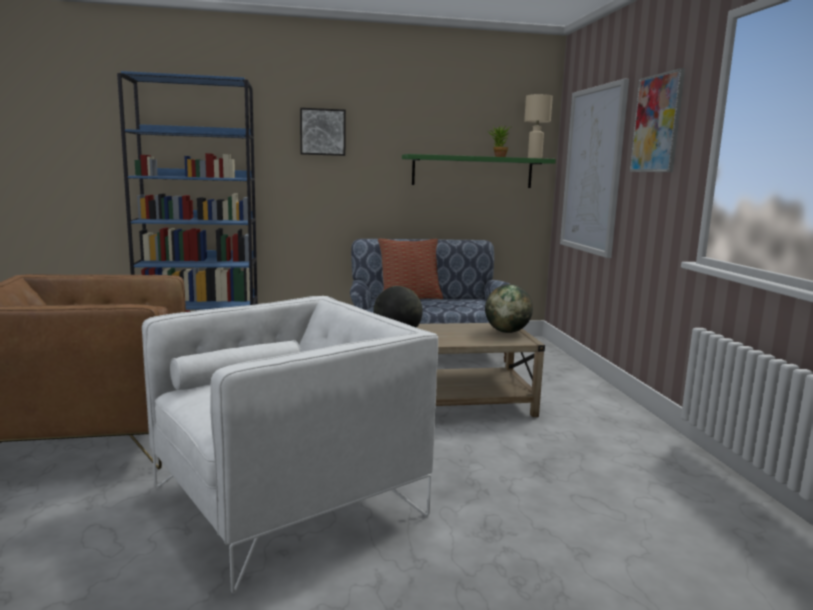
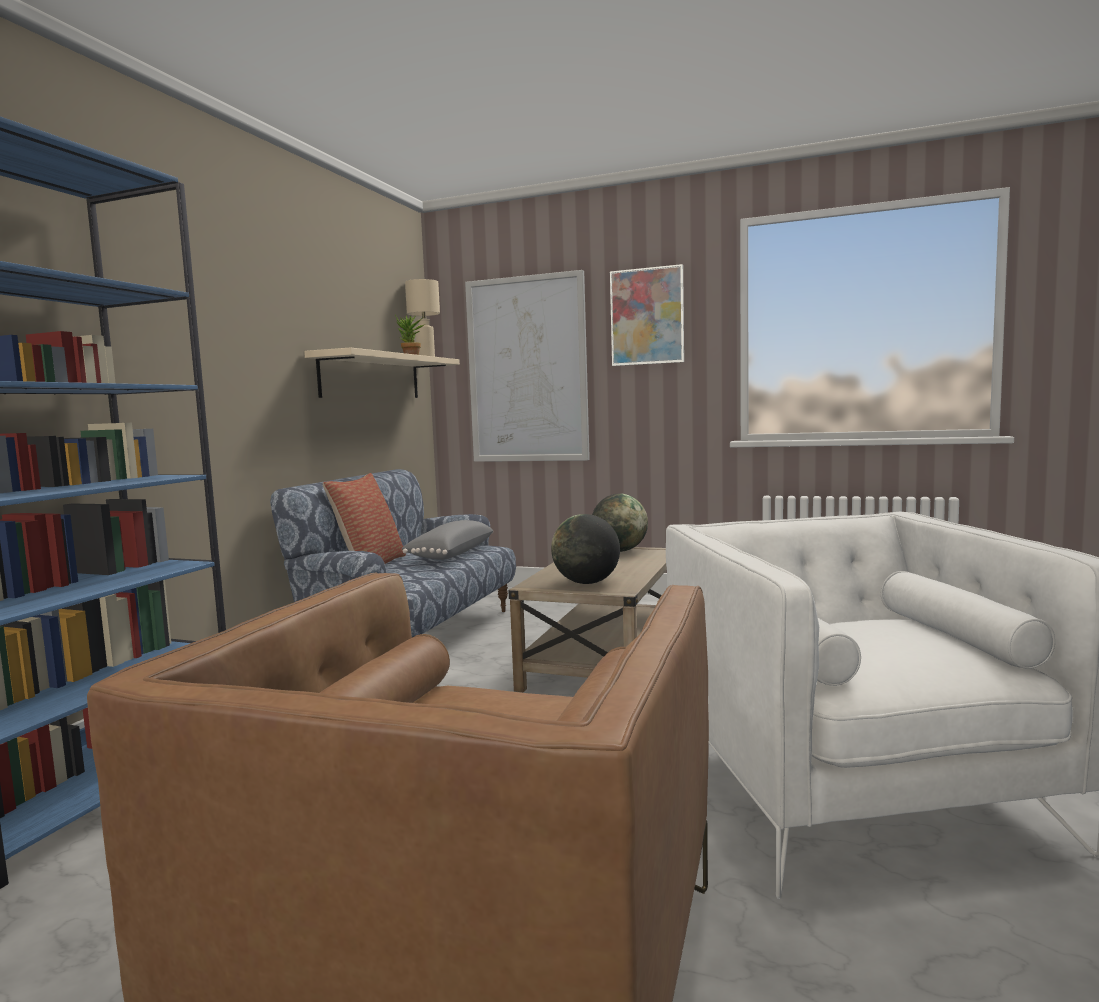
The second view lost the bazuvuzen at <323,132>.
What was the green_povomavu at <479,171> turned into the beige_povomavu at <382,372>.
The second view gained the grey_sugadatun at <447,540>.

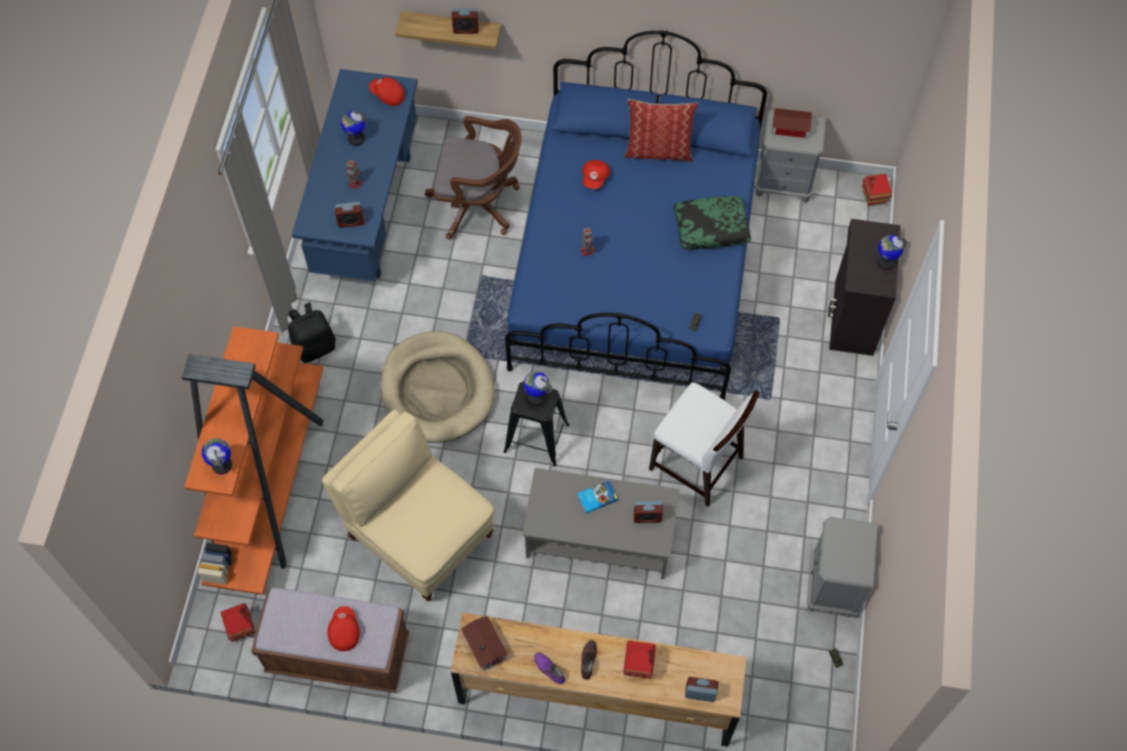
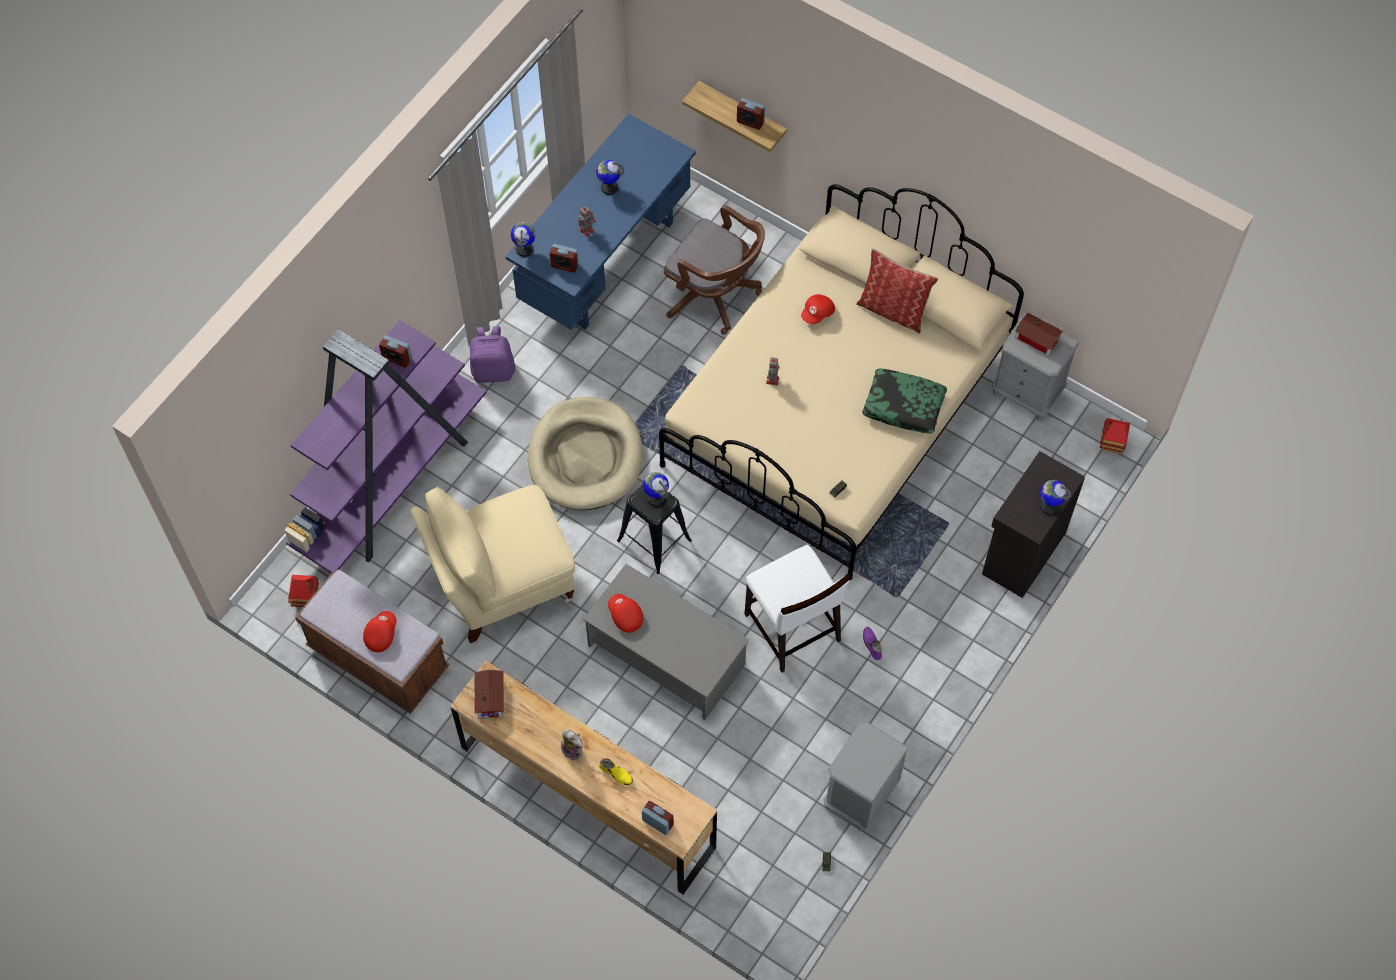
What was the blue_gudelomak at <636,215> turned into the beige_gudelomak at <841,382>.
The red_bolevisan ended up elsewhere, having gone from <387,91> to <625,613>.
What was the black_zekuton at <312,332> turned into the purple_zekuton at <492,354>.
What was the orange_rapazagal at <253,460> turned into the purple_rapazagal at <385,446>.
The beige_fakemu at <408,506> ended up facing another way, 90 degrees counterclockwise from before.
The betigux ended up elsewhere, having gone from <217,456> to <523,239>.
The second view lost the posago at <597,497>.
The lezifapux ended up elsewhere, having gone from <648,512> to <395,351>.
Where the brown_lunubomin stood at <588,660>, the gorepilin came to stand at <572,745>.
Where the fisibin stood at <639,659>, the yellow_lunubomin came to stand at <616,771>.
The purple_lunubomin ended up elsewhere, having gone from <550,668> to <872,643>.

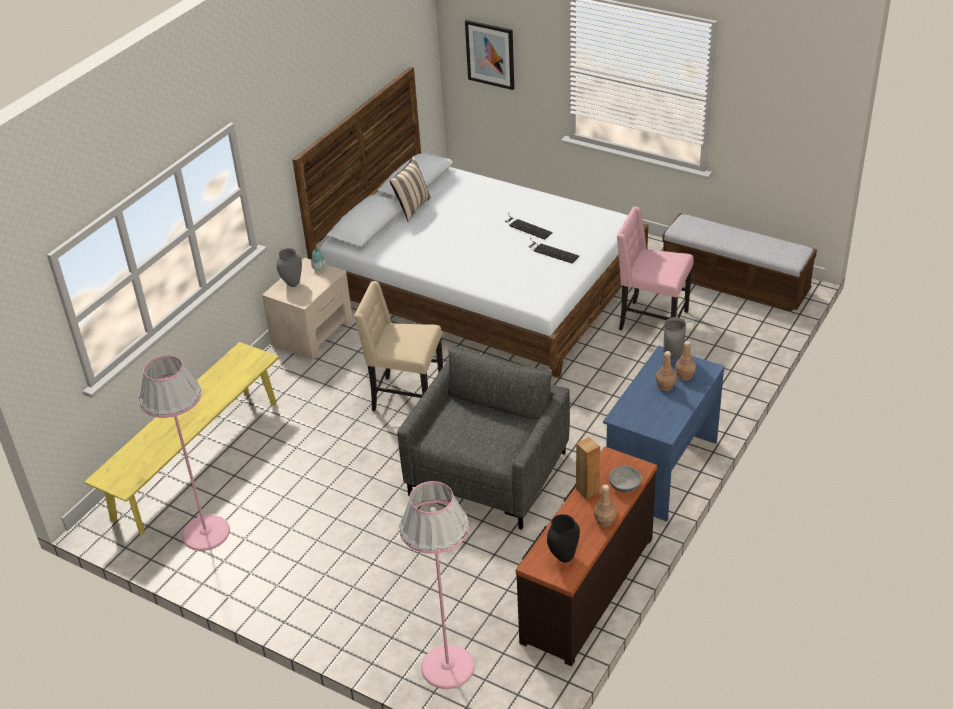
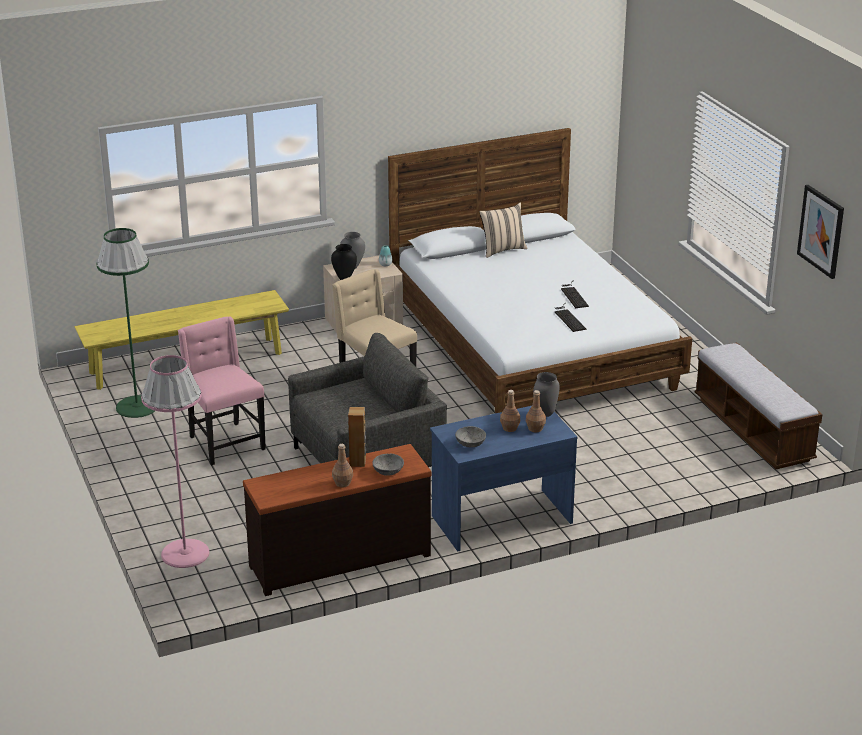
The bazuvuzen ended up elsewhere, having gone from <489,55> to <820,232>.
The pink_fakemu ended up elsewhere, having gone from <655,268> to <222,391>.
What was the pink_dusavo at <184,453> turned into the green_dusavo at <125,323>.
The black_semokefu ended up elsewhere, having gone from <563,538> to <344,262>.
The second view gained the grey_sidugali at <470,436>.

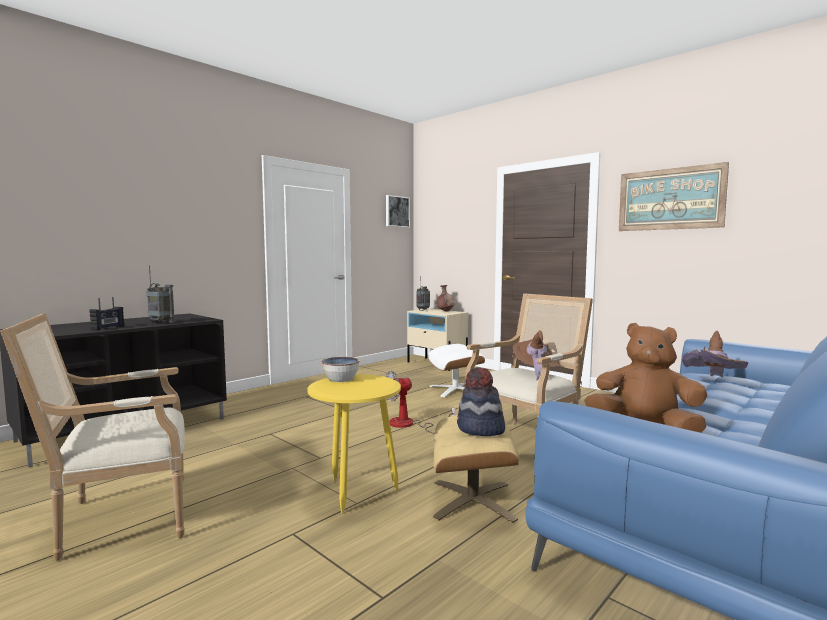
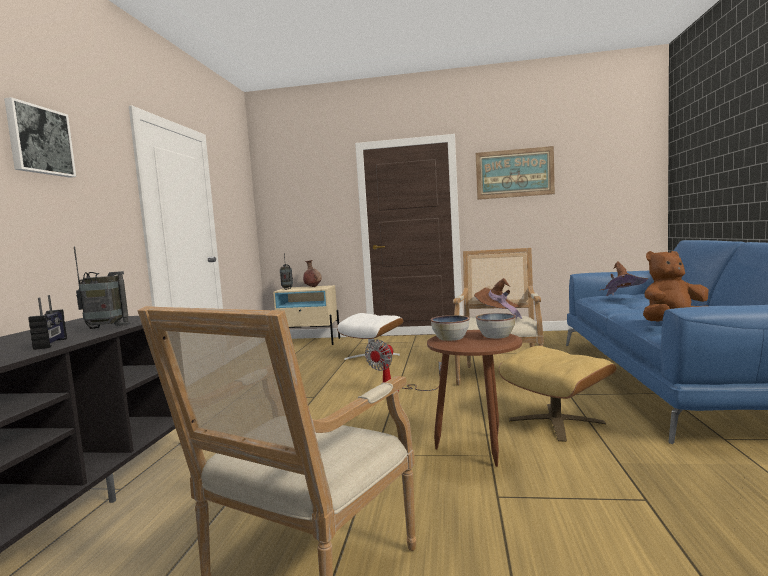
The bazuvuzen ended up elsewhere, having gone from <398,211> to <40,137>.
The second view lost the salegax at <481,401>.
What was the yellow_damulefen at <354,443> turned into the brown_damulefen at <474,398>.
The second view gained the sidugali at <496,325>.

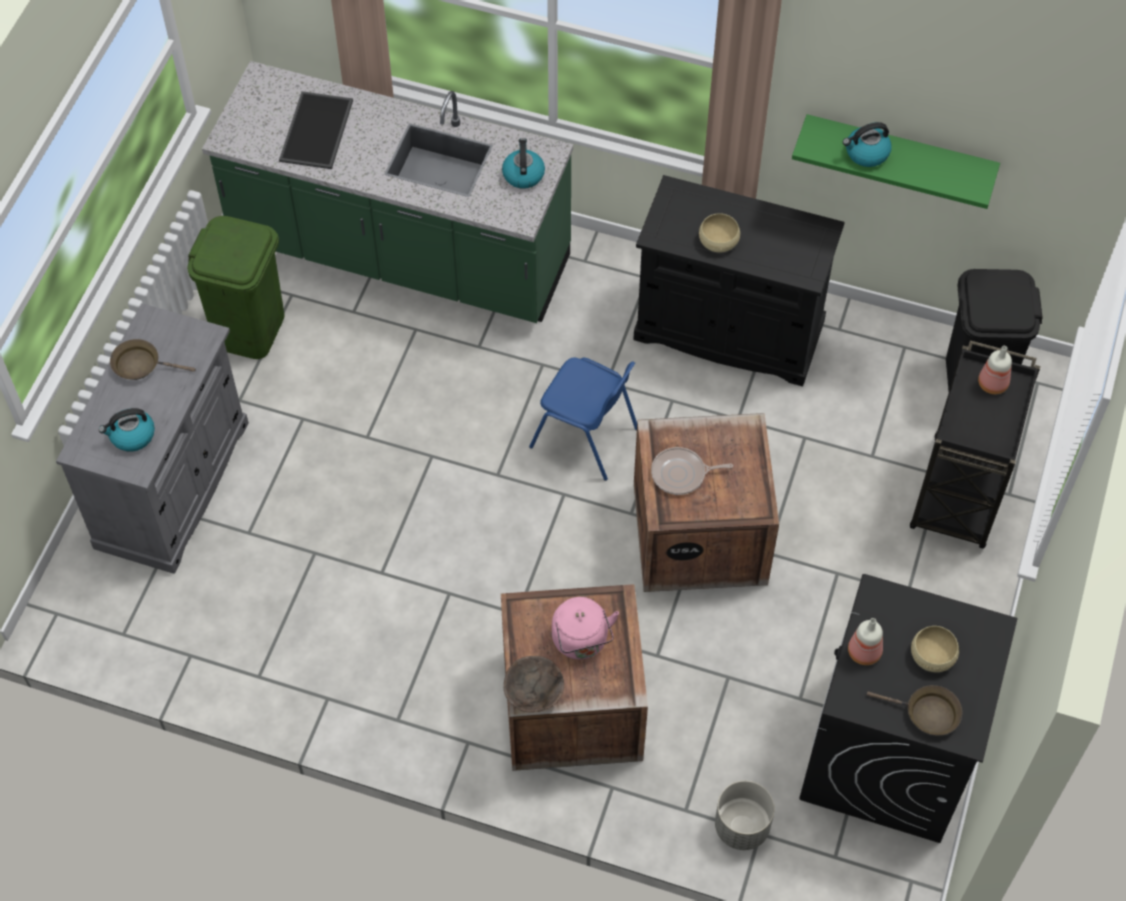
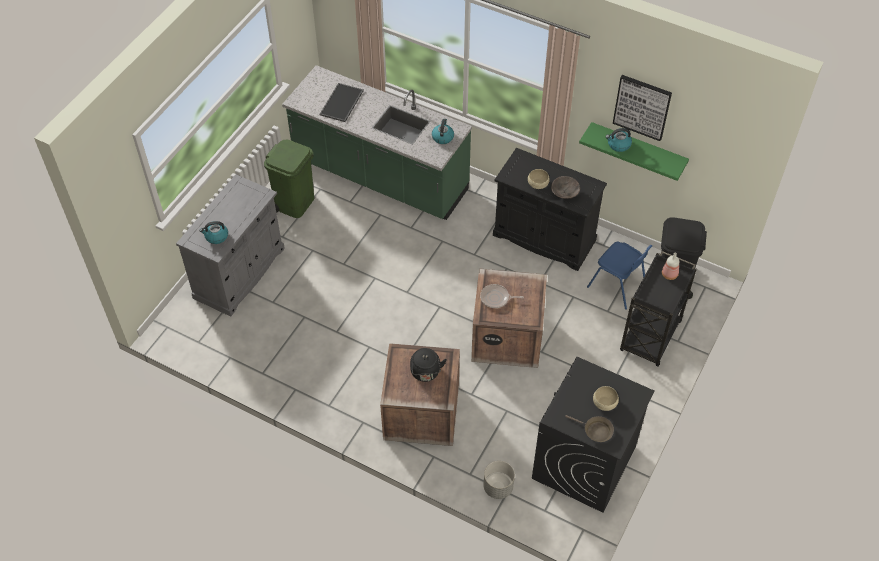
The second view lost the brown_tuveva at <153,359>.
The blue_fakemu ended up elsewhere, having gone from <583,419> to <619,276>.
What was the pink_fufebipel at <585,628> turned into the black_fufebipel at <428,365>.
The second view lost the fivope at <865,641>.
The brown_sidugali ended up elsewhere, having gone from <534,684> to <565,187>.
The second view gained the bazuvuzen at <642,108>.

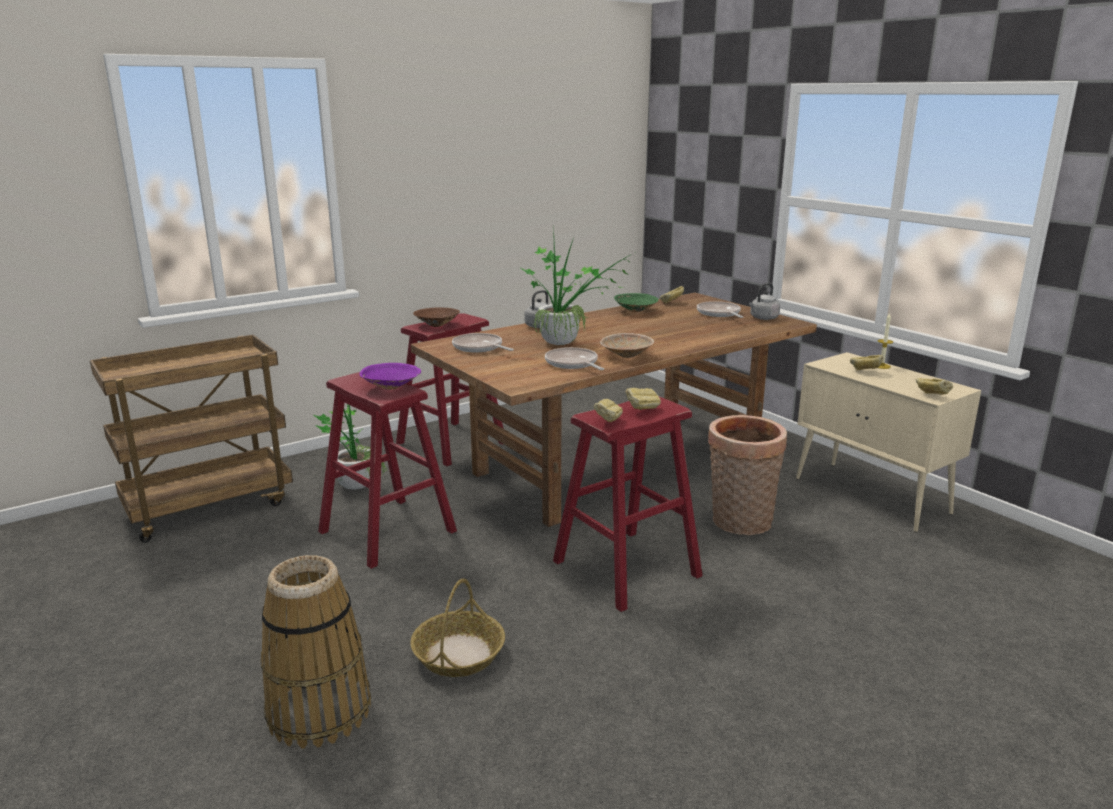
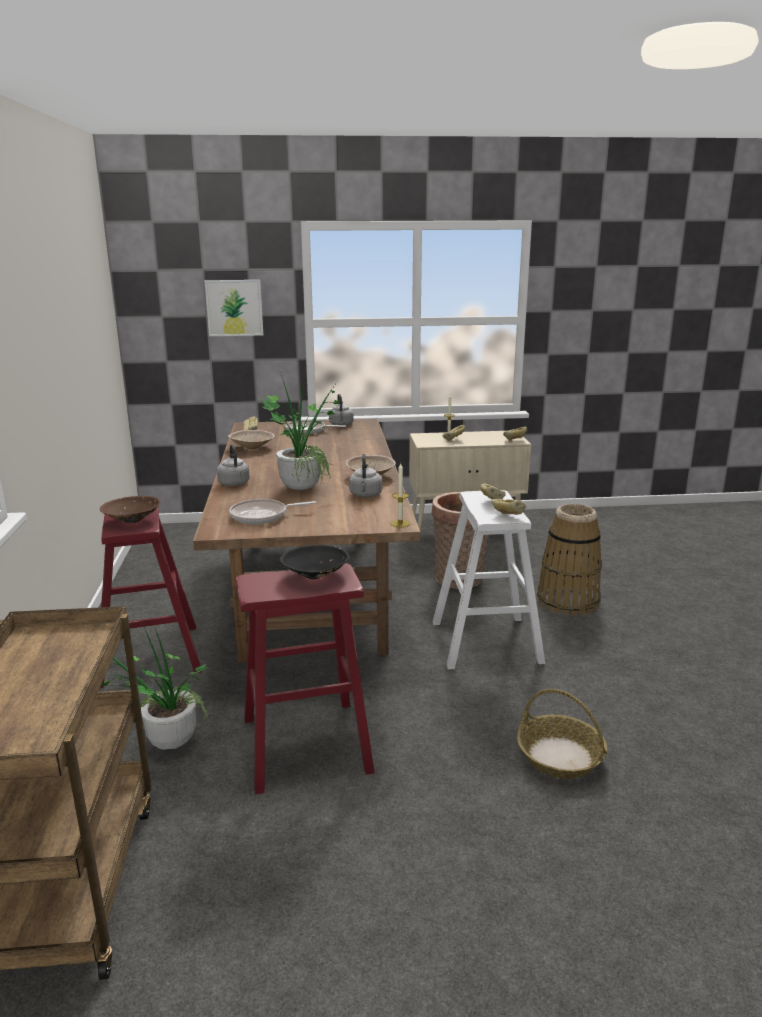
What was the green_sidugali at <636,302> turned into the beige_sidugali at <251,439>.
Where the tuveva stood at <574,358>, the grey_fufebipel came to stand at <365,475>.
What was the purple_sidugali at <390,376> turned into the black_sidugali at <315,562>.
What was the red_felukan at <628,504> turned into the white_felukan at <489,579>.
The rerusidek ended up elsewhere, having gone from <316,651> to <569,560>.
The second view gained the bazuvuzen at <234,308>.
The second view gained the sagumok at <400,495>.

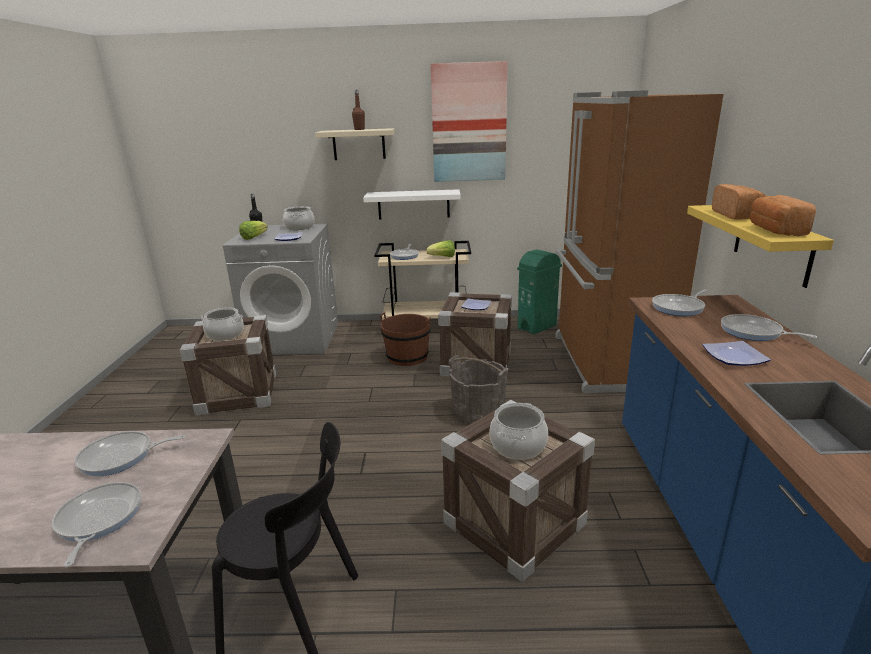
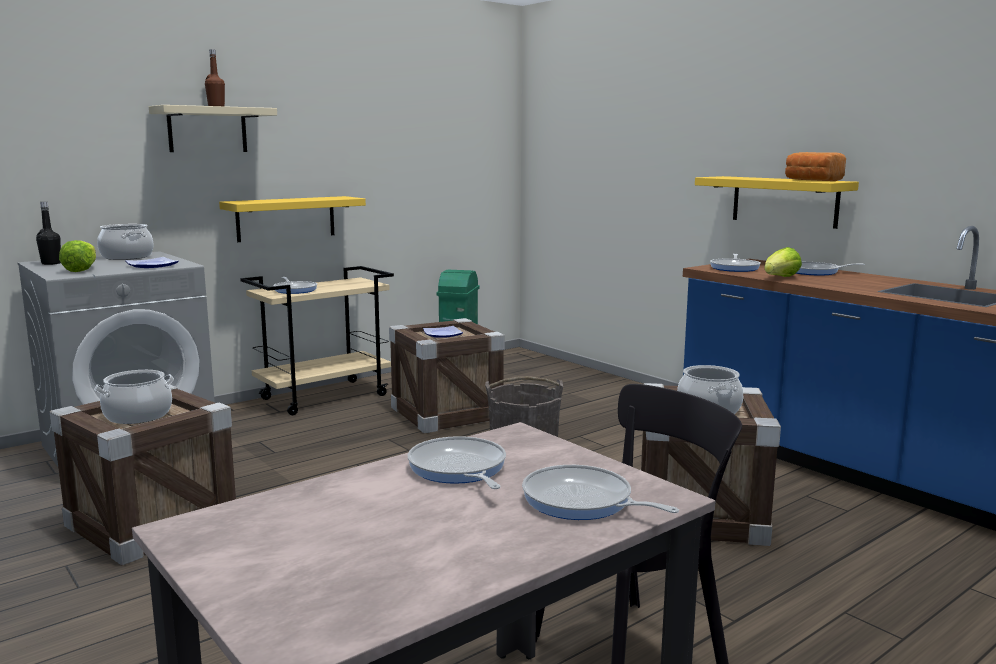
The second view lost the bazuvuzen at <469,121>.
The second view lost the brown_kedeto at <639,241>.
The second view lost the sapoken at <738,202>.
What was the white_povomavu at <412,204> turned into the yellow_povomavu at <292,219>.
The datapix ended up elsewhere, having gone from <440,248> to <783,262>.
The second view lost the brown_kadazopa at <405,339>.
The second view lost the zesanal at <736,353>.
The tuveva at <130,453> ended up facing another way, 120 degrees clockwise from before.

